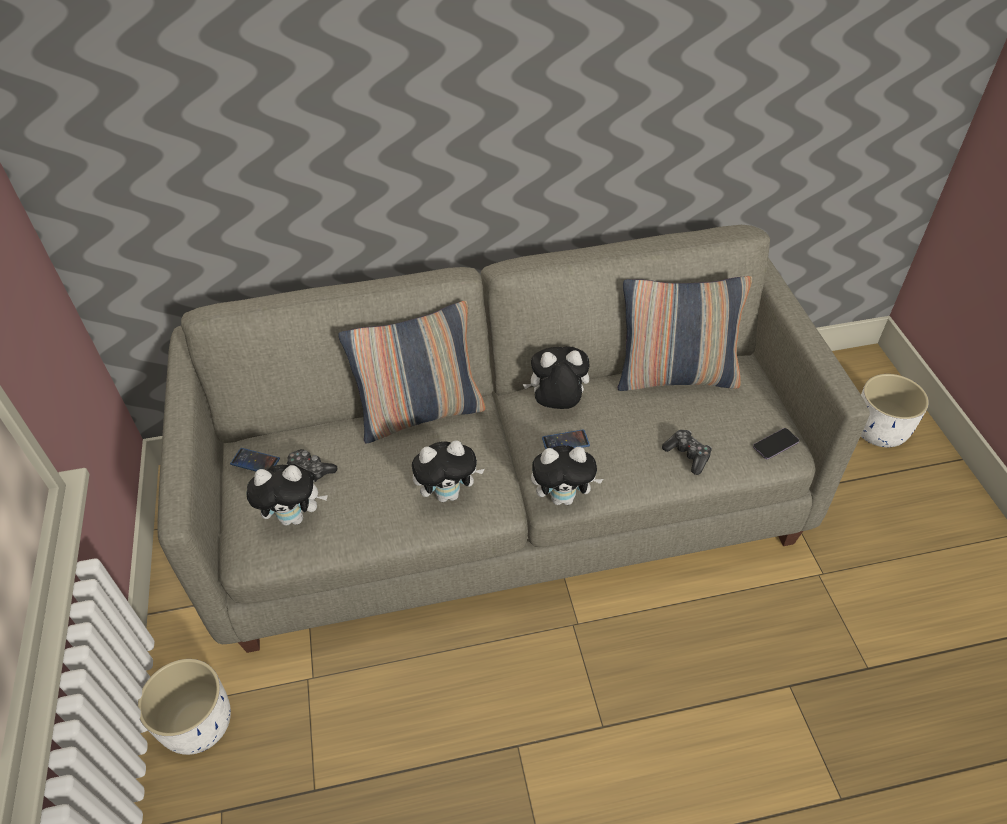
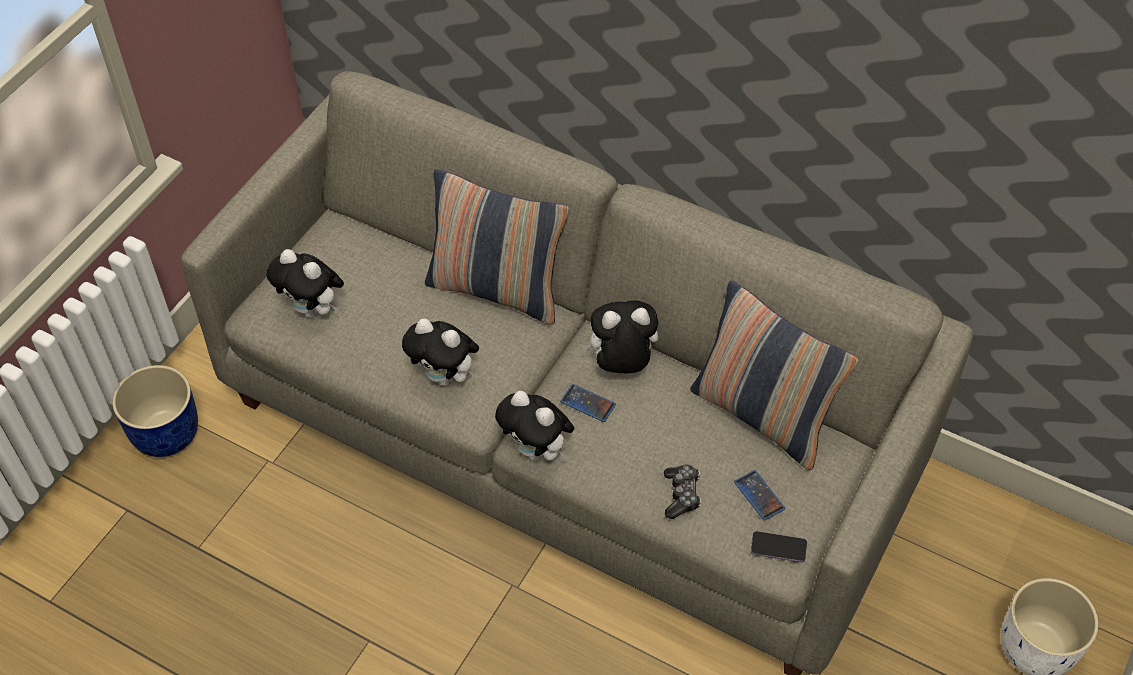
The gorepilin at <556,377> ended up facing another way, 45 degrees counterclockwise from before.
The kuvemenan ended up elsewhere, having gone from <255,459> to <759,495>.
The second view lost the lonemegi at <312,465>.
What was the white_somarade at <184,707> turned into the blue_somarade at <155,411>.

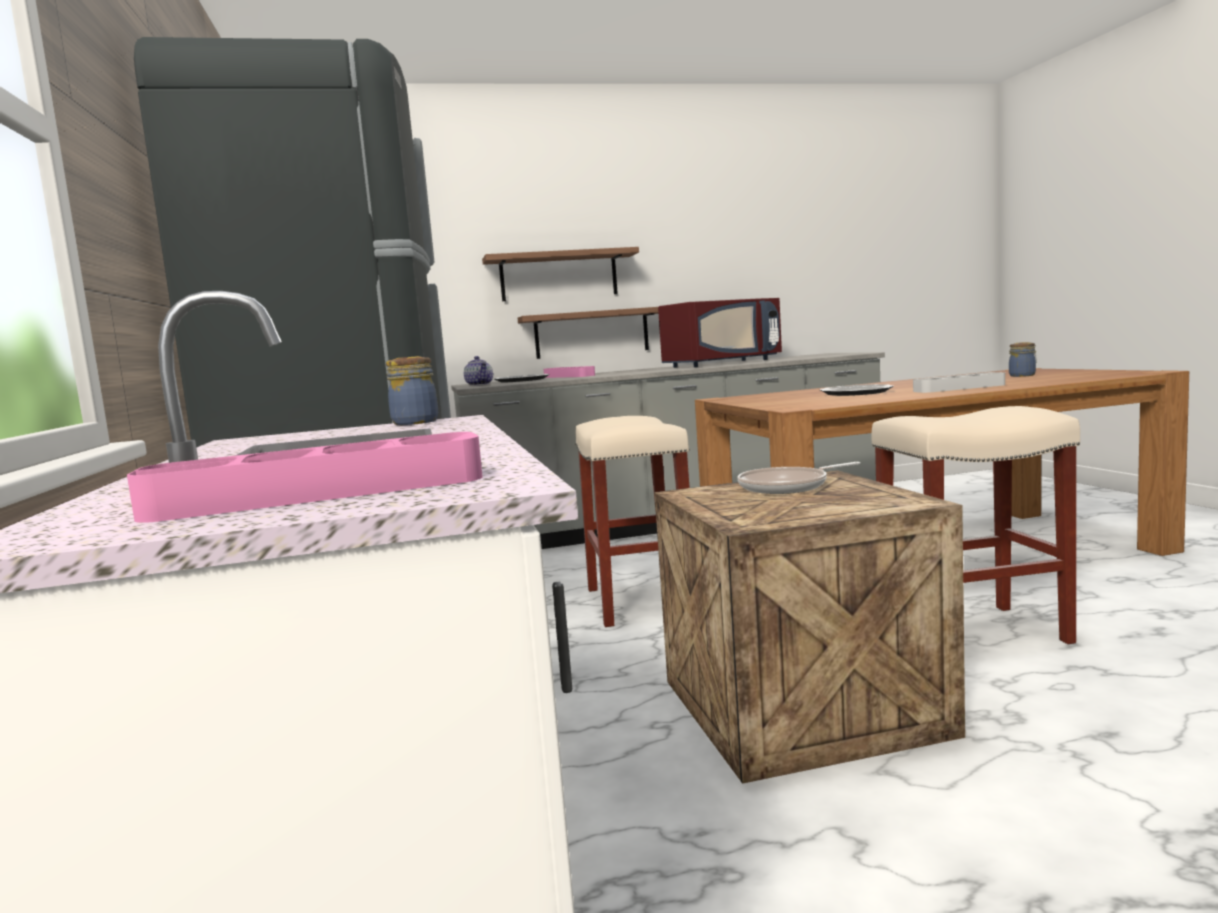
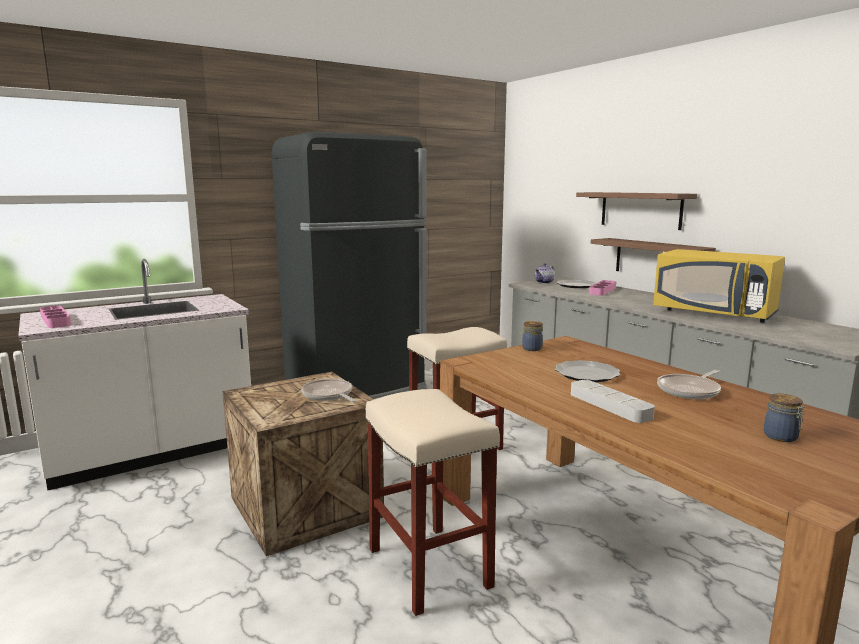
What was the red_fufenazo at <720,333> turned into the yellow_fufenazo at <719,286>.
The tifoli ended up elsewhere, having gone from <412,390> to <532,336>.
The second view gained the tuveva at <689,384>.

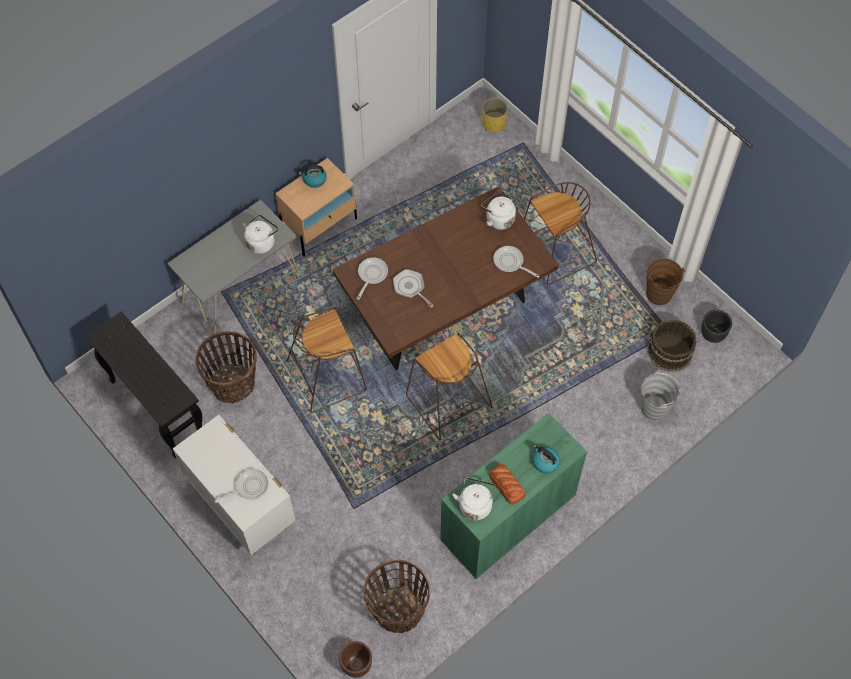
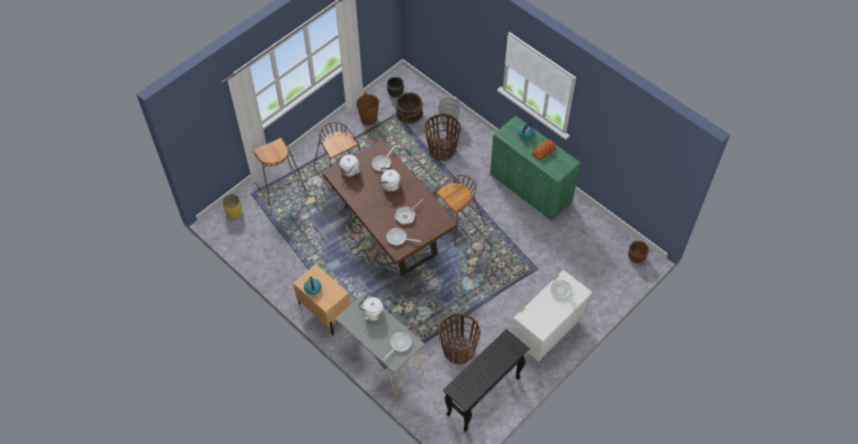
The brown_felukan ended up elsewhere, having gone from <327,360> to <279,171>.
The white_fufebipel ended up elsewhere, having gone from <474,499> to <389,180>.
The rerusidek ended up elsewhere, having gone from <397,596> to <442,137>.
The second view gained the tuveva at <397,346>.

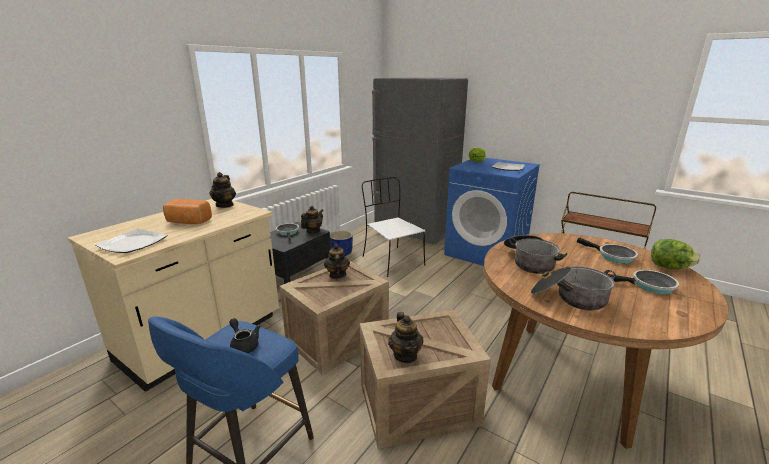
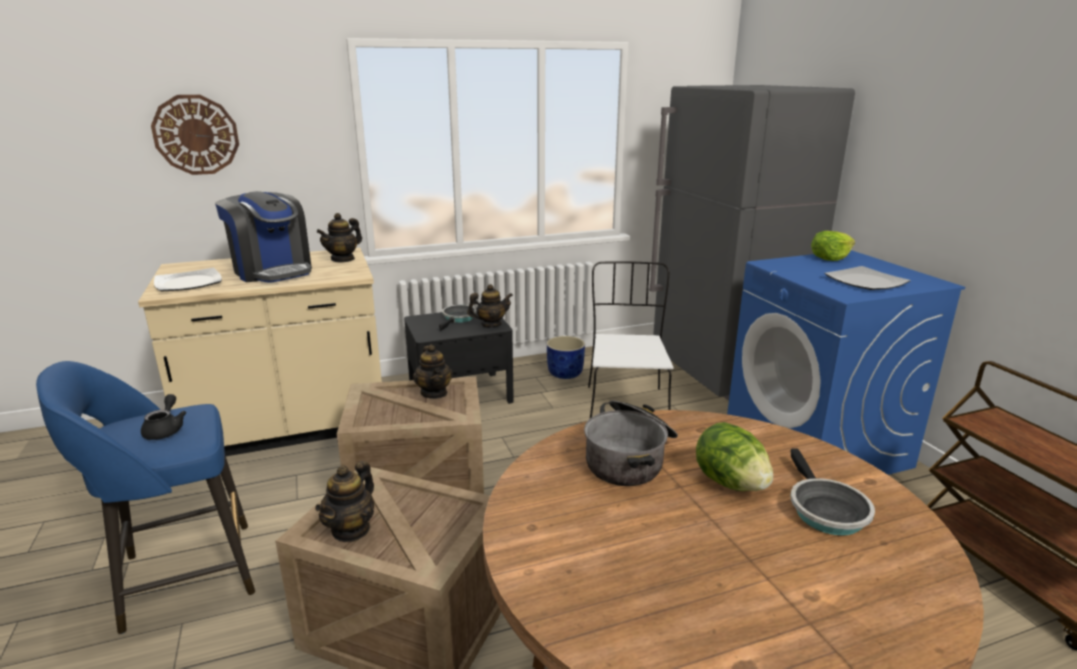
Where the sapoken stood at <187,211>, the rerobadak came to stand at <263,237>.
The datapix ended up elsewhere, having gone from <675,254> to <734,456>.
The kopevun at <337,261> ended up facing another way, 135 degrees clockwise from before.
The second view lost the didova at <573,288>.
The second view lost the tuveva at <643,282>.
The second view gained the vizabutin at <195,135>.

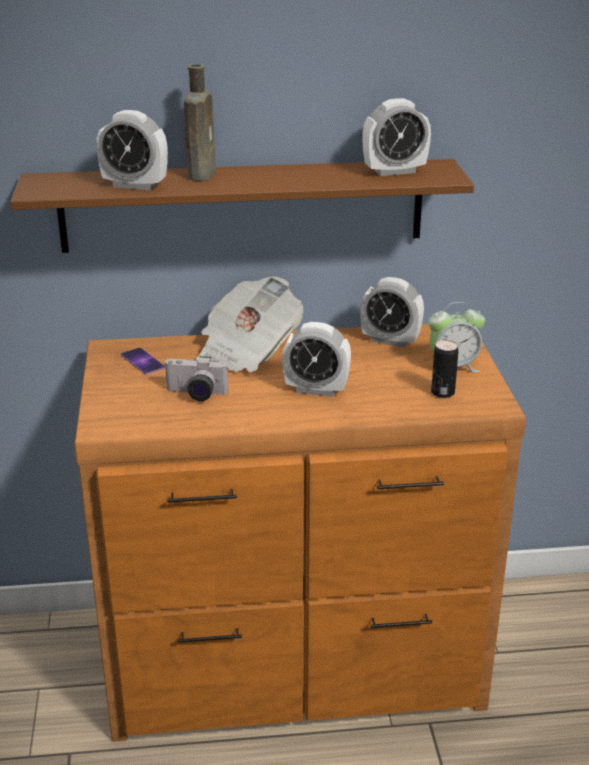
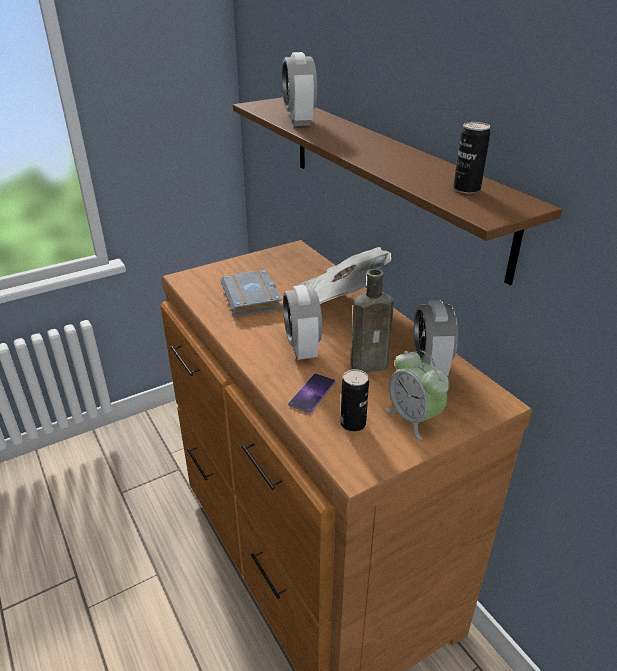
The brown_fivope ended up elsewhere, having gone from <200,122> to <372,321>.
Where the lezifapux stood at <396,137>, the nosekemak came to stand at <471,157>.
The kuvemenan ended up elsewhere, having gone from <143,361> to <312,393>.
Where the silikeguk stood at <196,378>, the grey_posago came to stand at <251,293>.

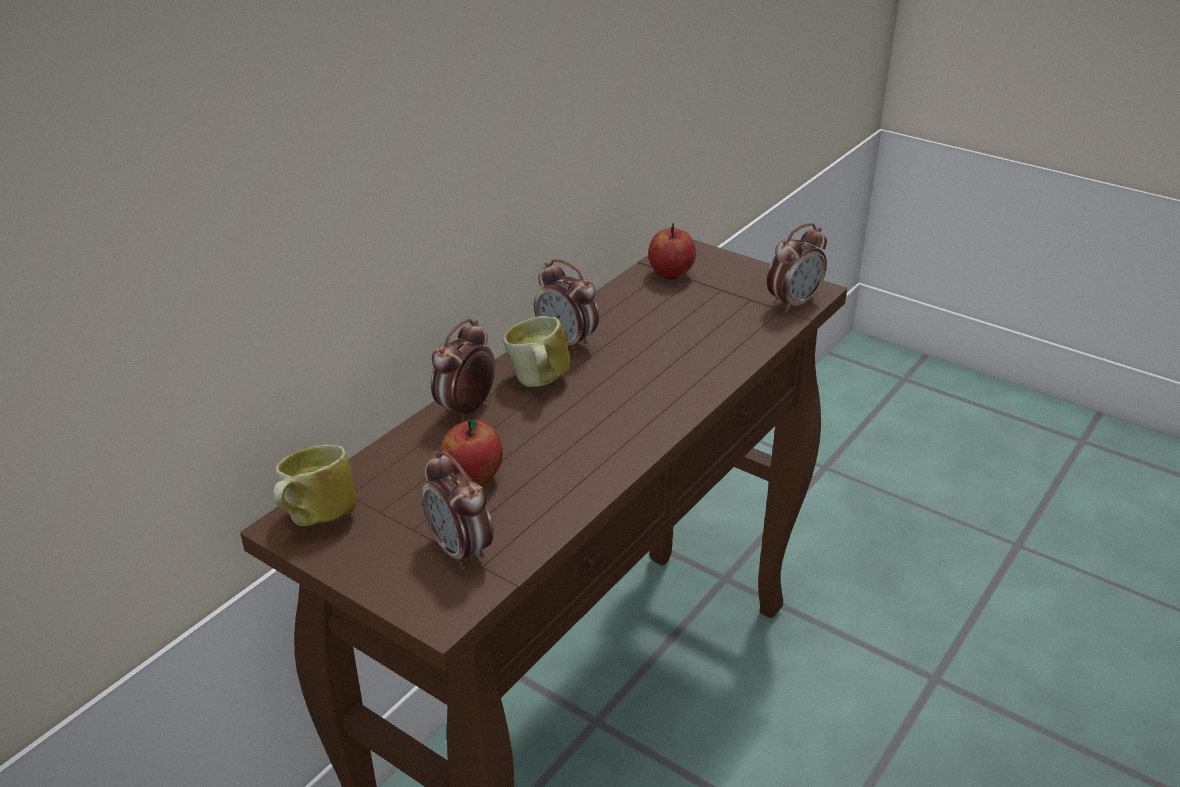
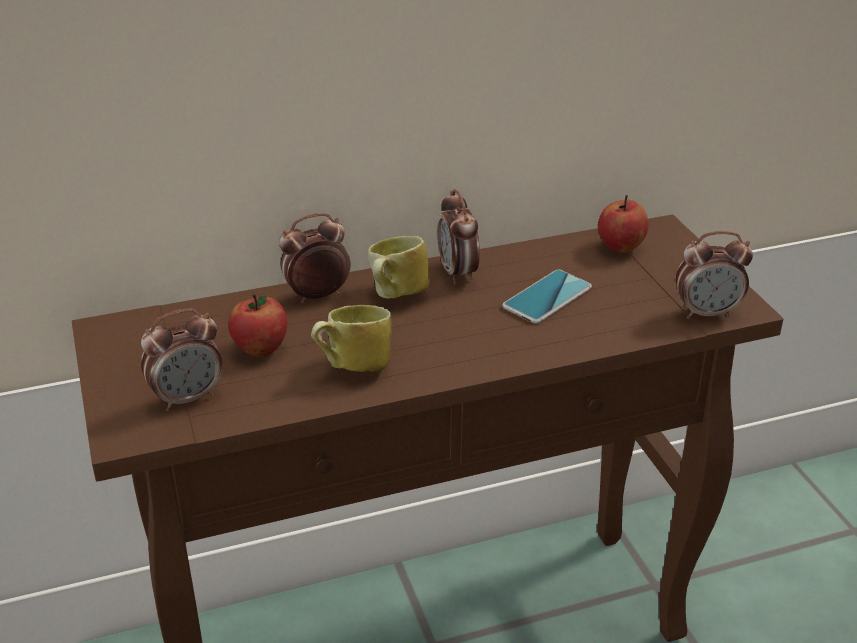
The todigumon ended up elsewhere, having gone from <315,485> to <351,338>.
The lezifapux at <457,510> ended up facing another way, 120 degrees counterclockwise from before.
The second view gained the kuvemenan at <547,296>.

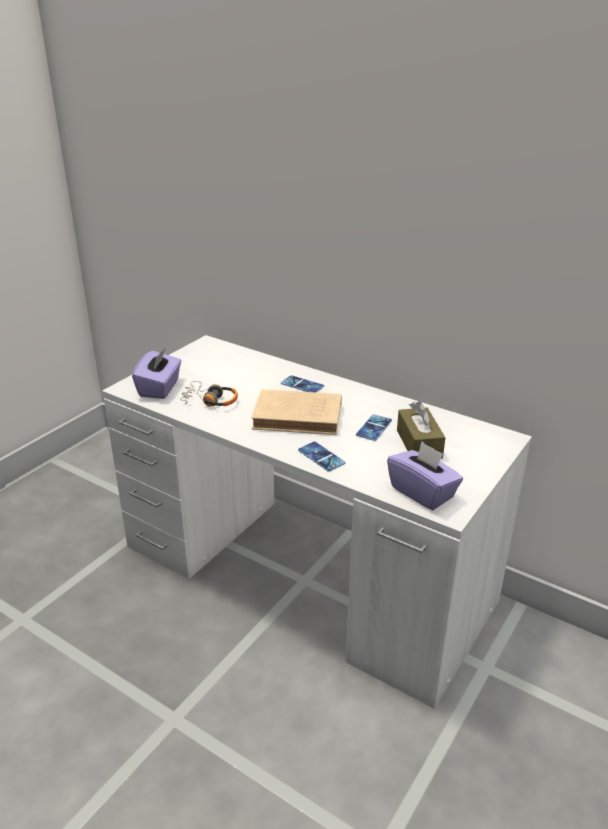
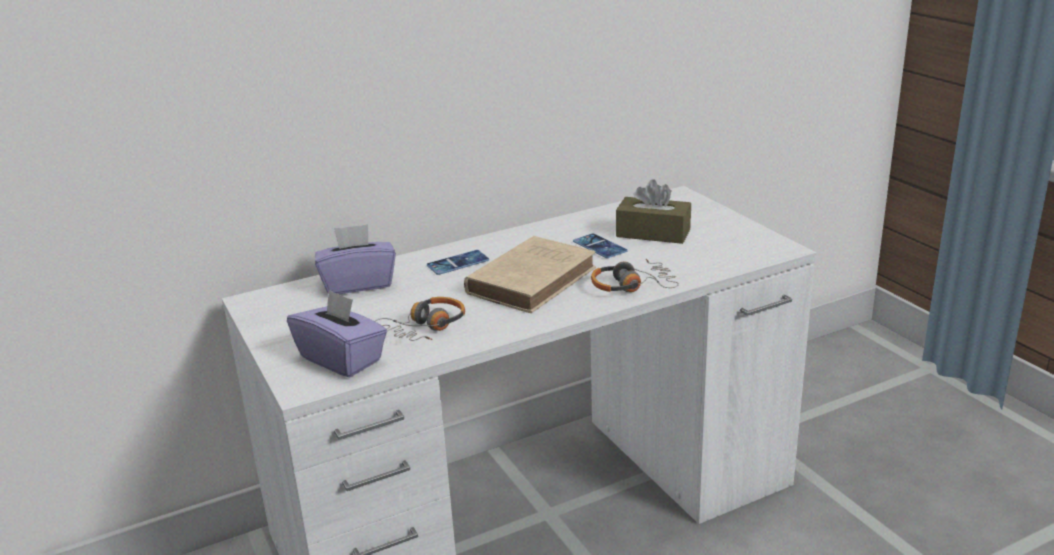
Where the kuvemenan stood at <322,456>, the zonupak came to stand at <635,275>.
The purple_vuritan ended up elsewhere, having gone from <425,475> to <355,259>.

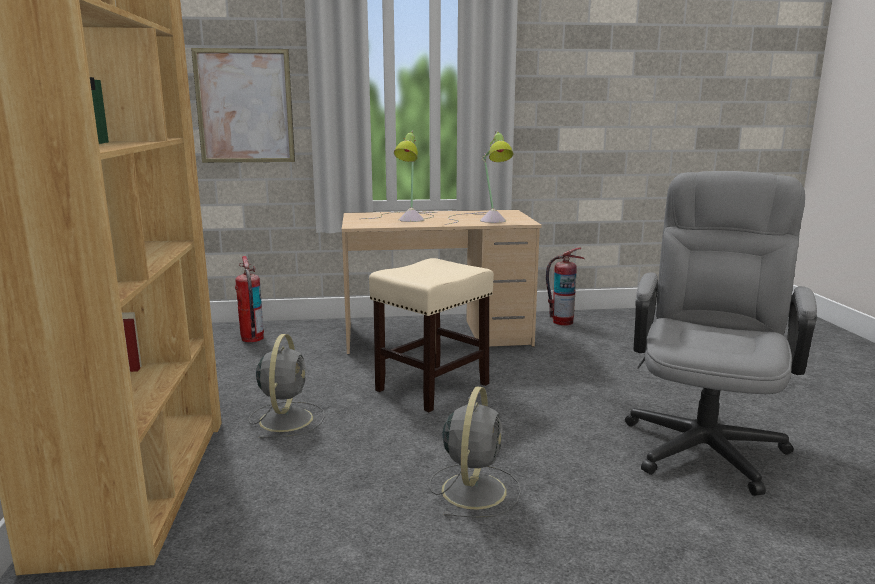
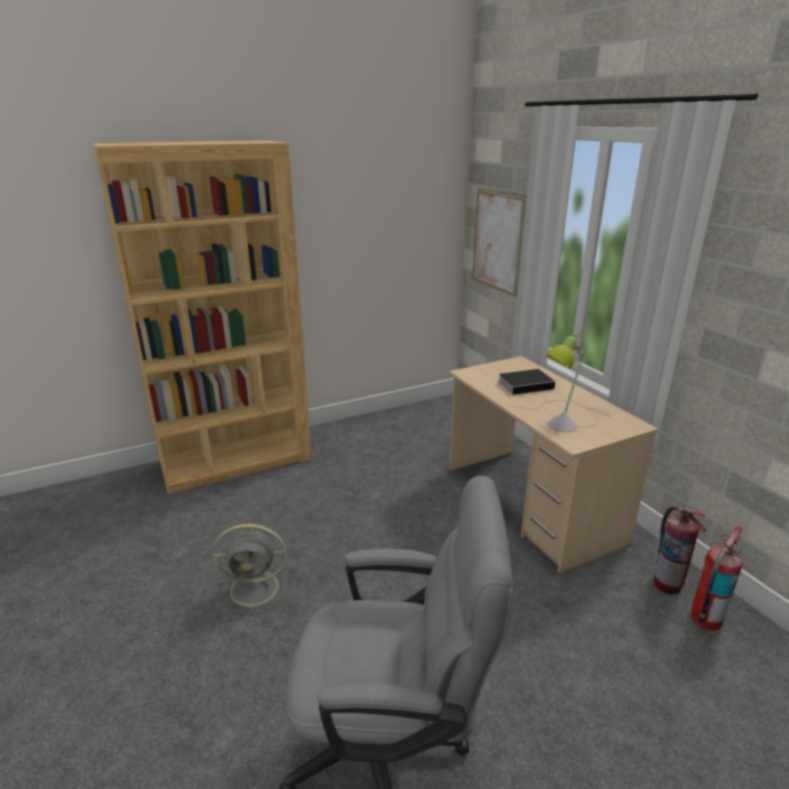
Where the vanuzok stood at <399,176>, the posago came to stand at <527,382>.
The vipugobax ended up elsewhere, having gone from <249,299> to <717,578>.
The second view lost the beige_felukan at <431,335>.
The second view lost the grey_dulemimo at <287,386>.

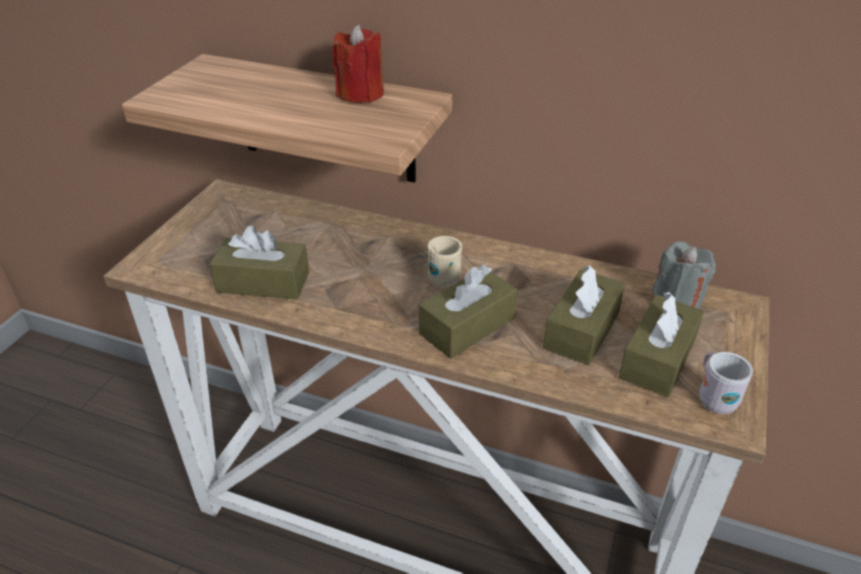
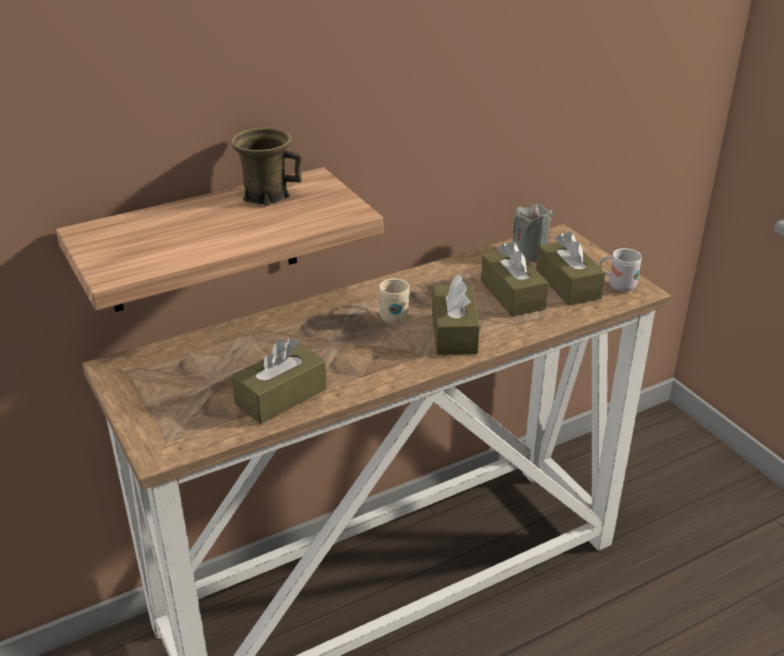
Where the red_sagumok stood at <358,64>, the brown_todigumon came to stand at <266,166>.

